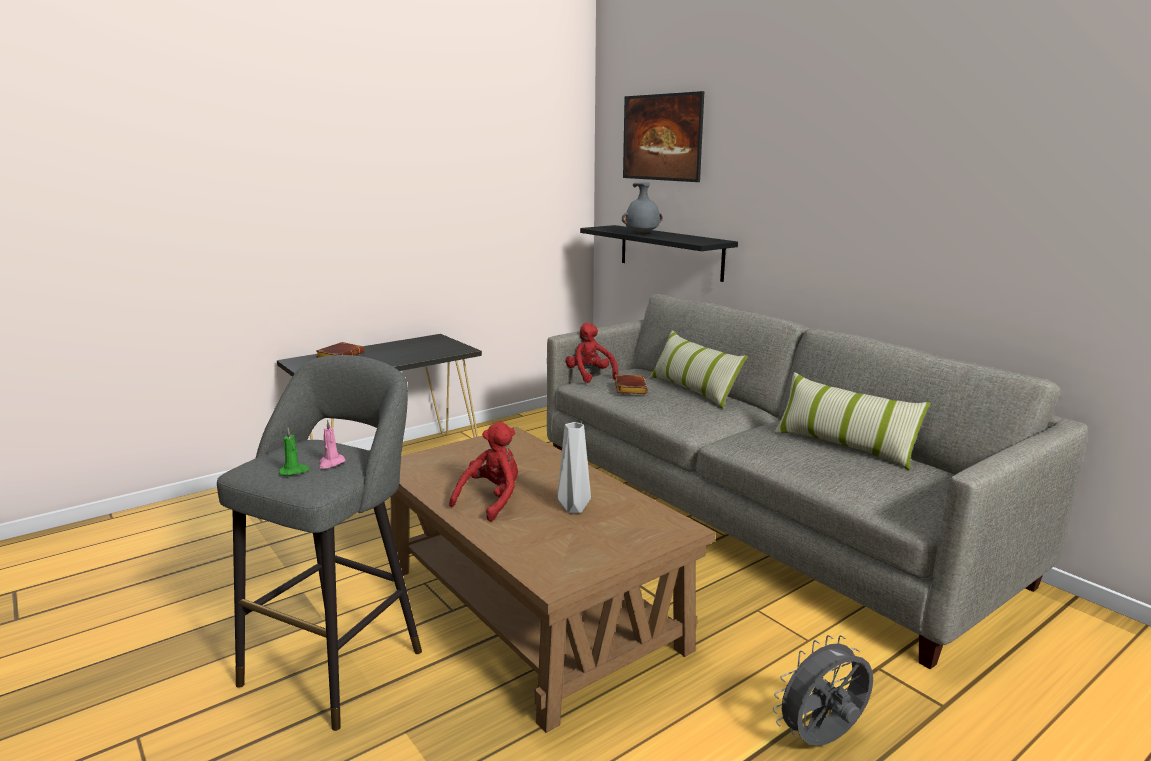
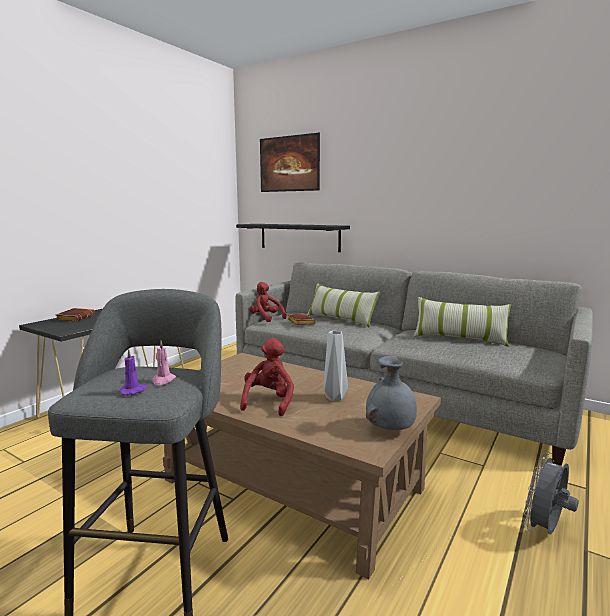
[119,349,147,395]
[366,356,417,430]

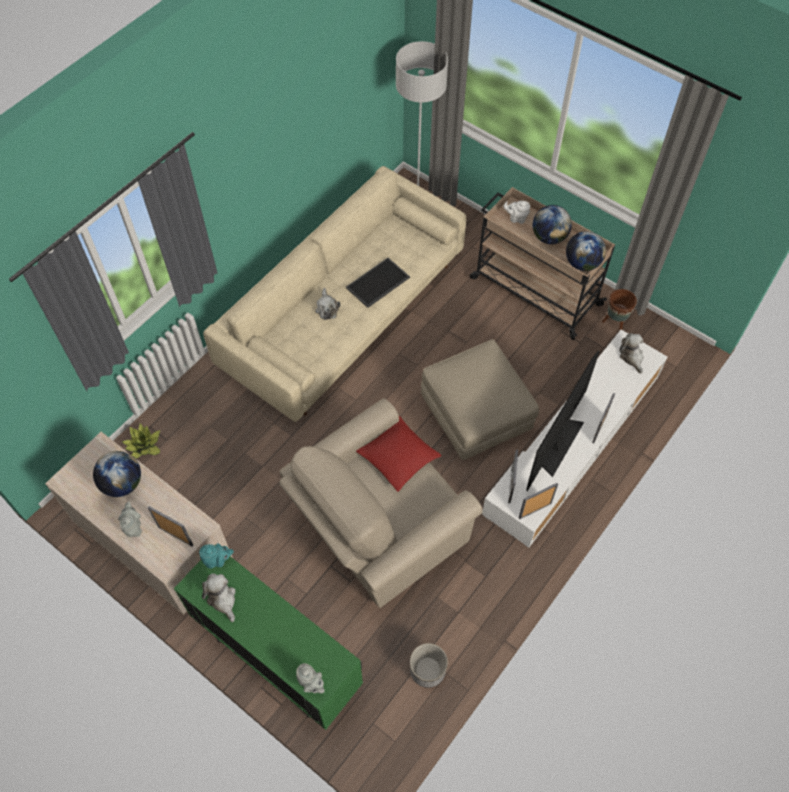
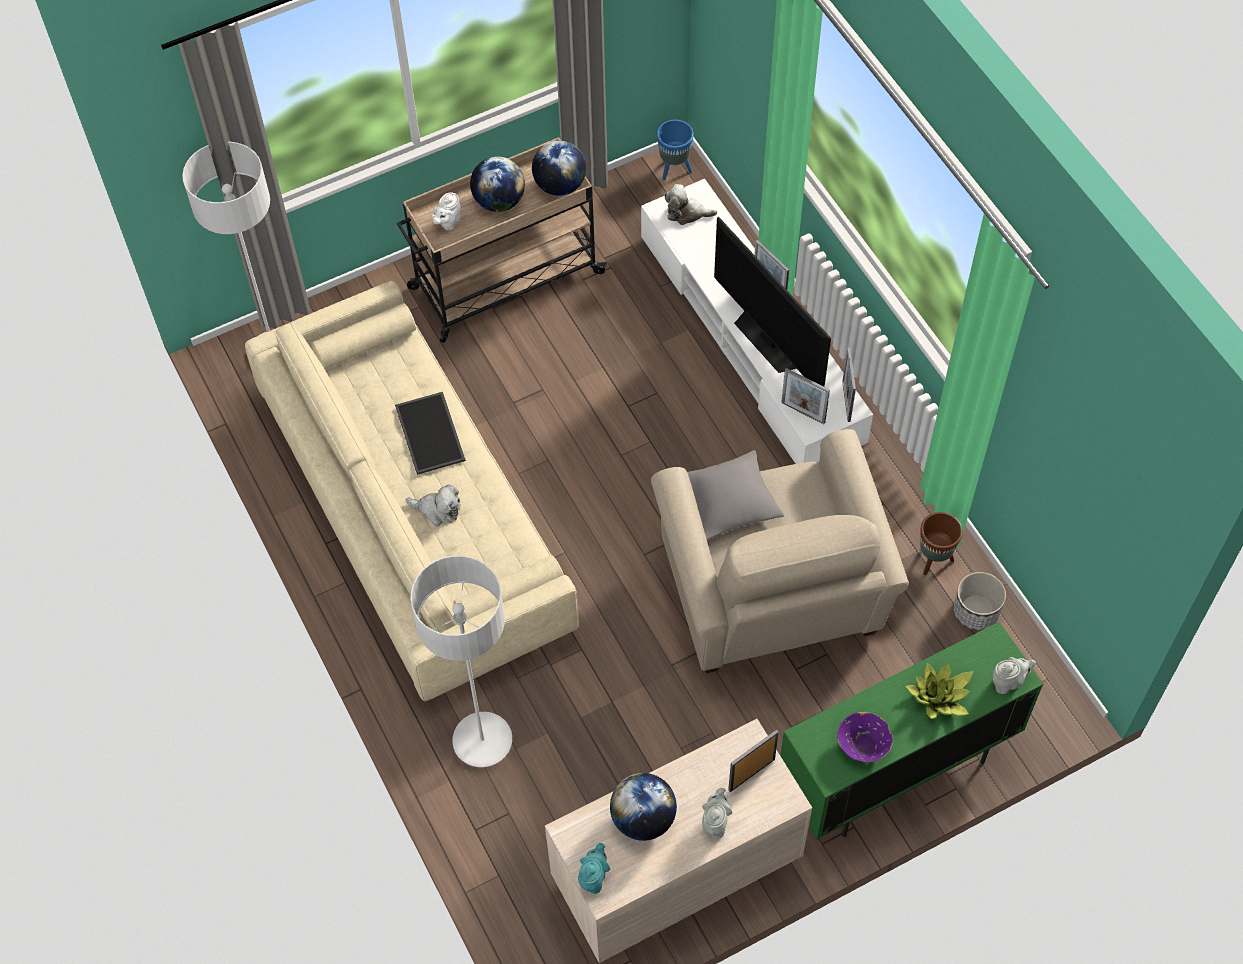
[702,788,732,838]
[906,663,974,719]
[578,843,610,894]
[837,712,893,762]
[687,450,784,540]
[421,339,539,460] (first image)
[920,512,963,575]
[410,555,512,767]
[657,120,694,180]

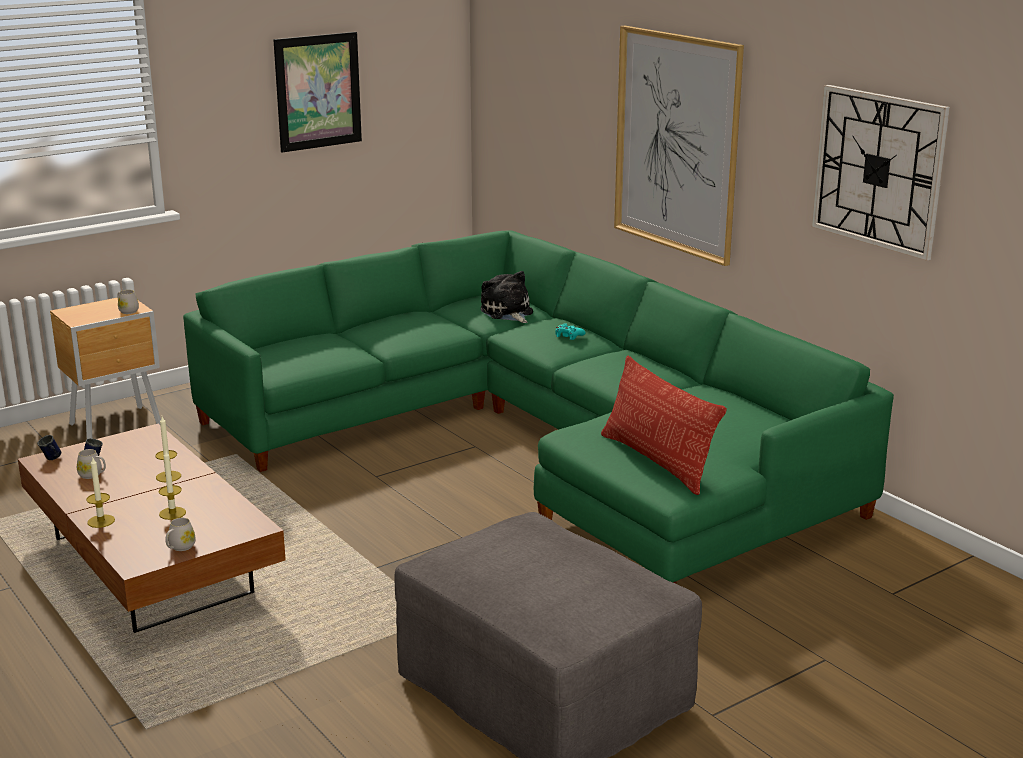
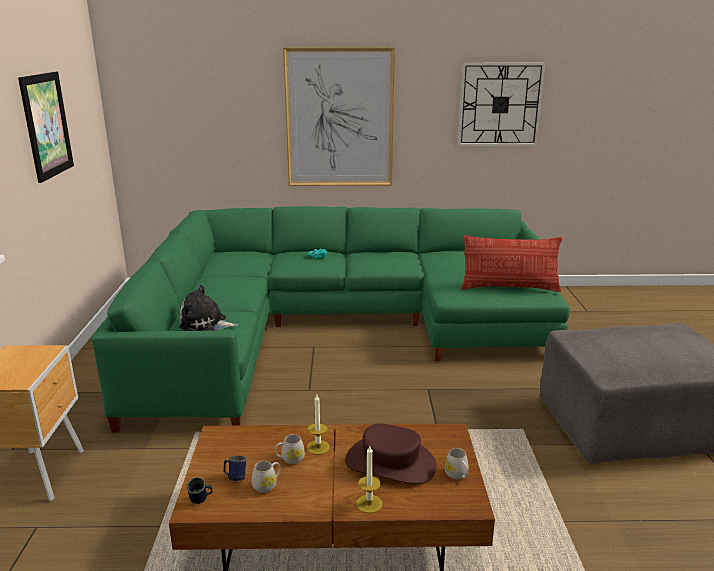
[275,434,305,464]
[345,424,437,484]
[179,285,238,331]

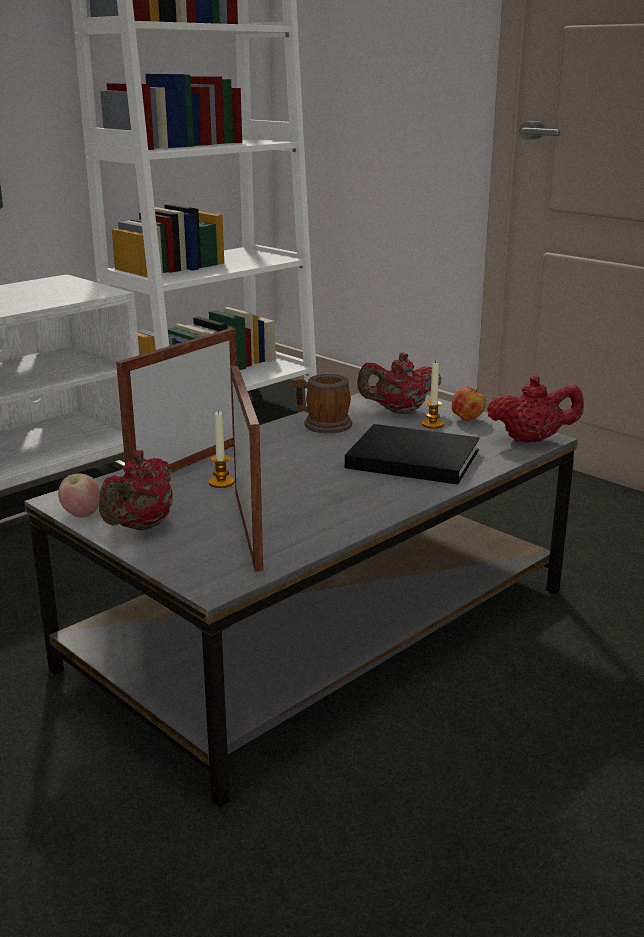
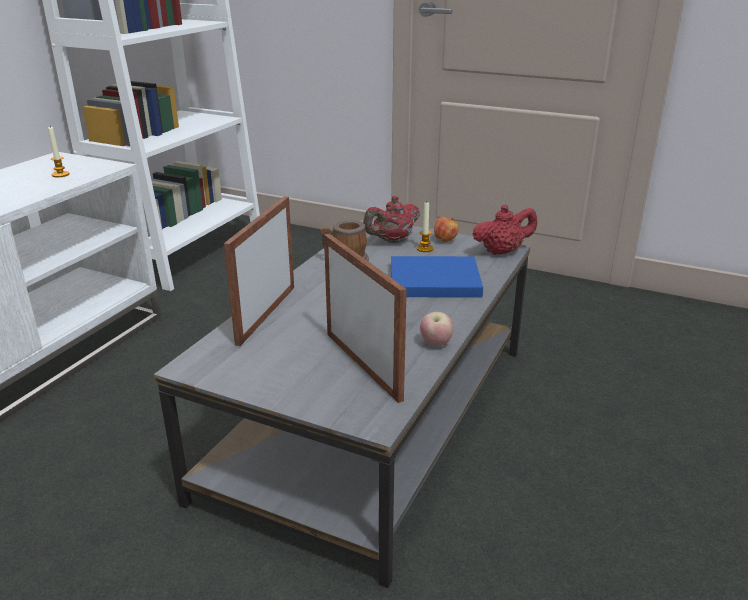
[420,312,454,346]
[99,450,173,531] (first image)
[48,126,70,177]
[391,256,483,298]

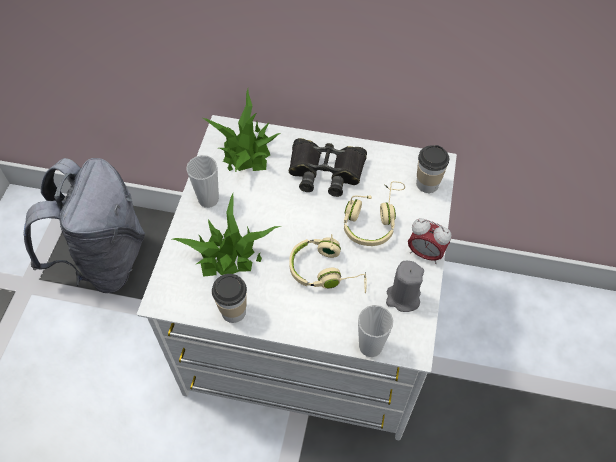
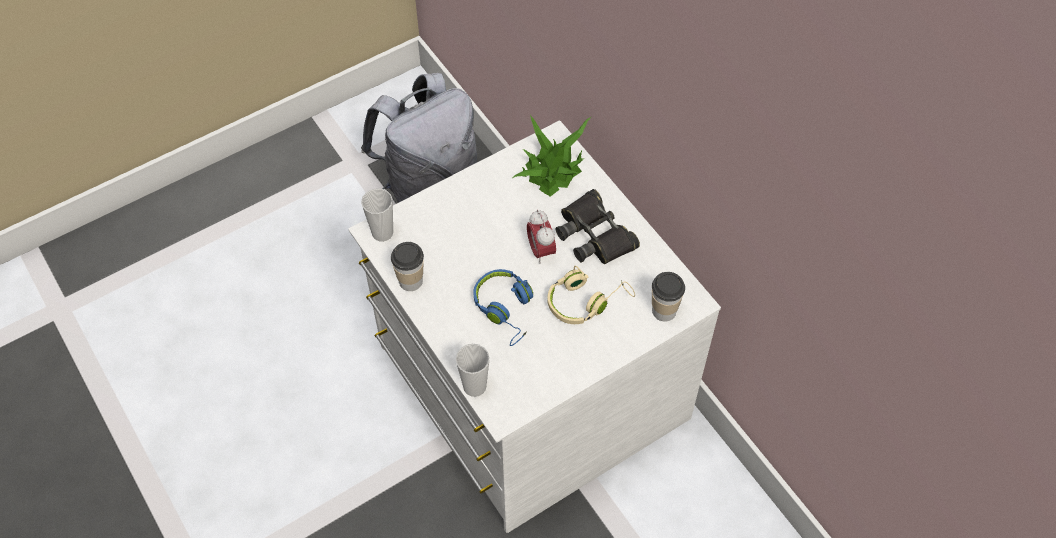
[172,193,280,277] (first image)
[361,188,393,242]
[473,269,533,346]
[386,261,424,312] (first image)
[527,210,556,264]

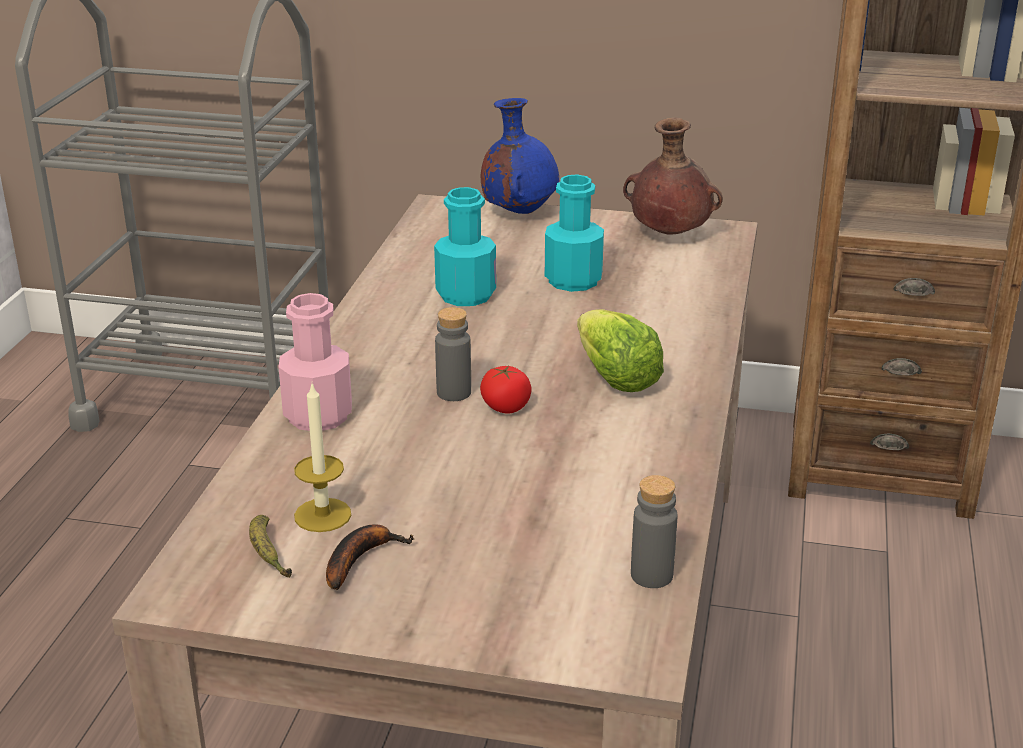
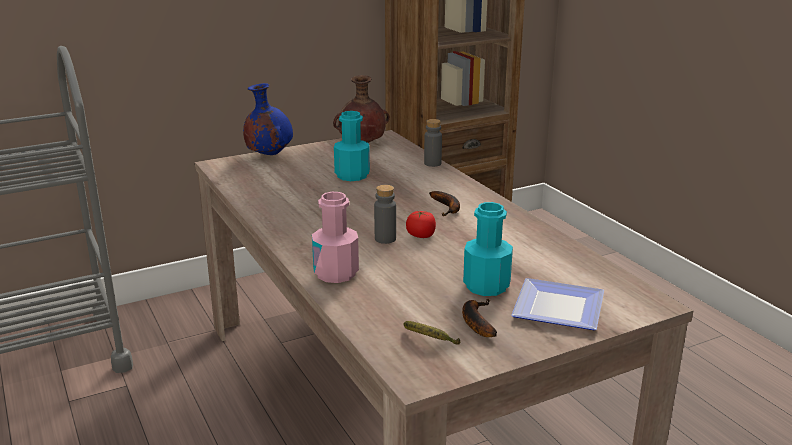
[294,384,351,532] (first image)
[463,202,513,296]
[430,191,460,216]
[424,119,442,167]
[511,278,604,330]

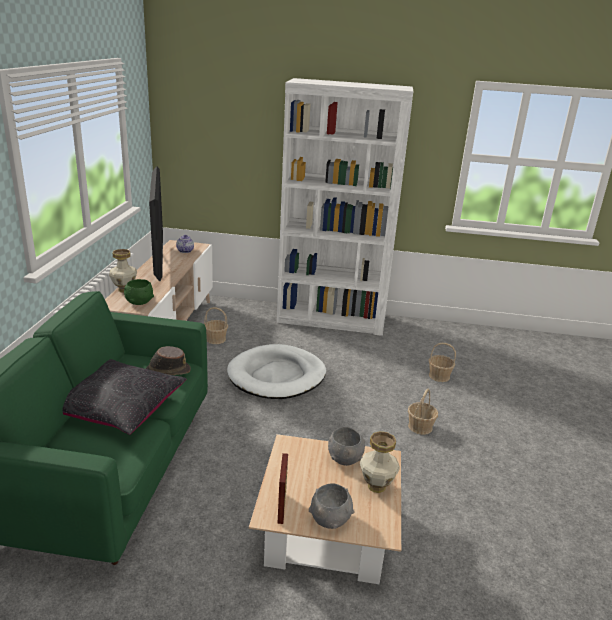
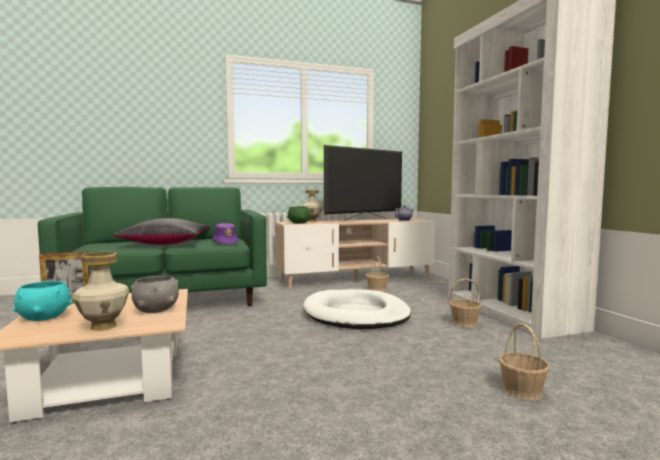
[212,223,239,245]
[13,281,73,321]
[449,278,482,327]

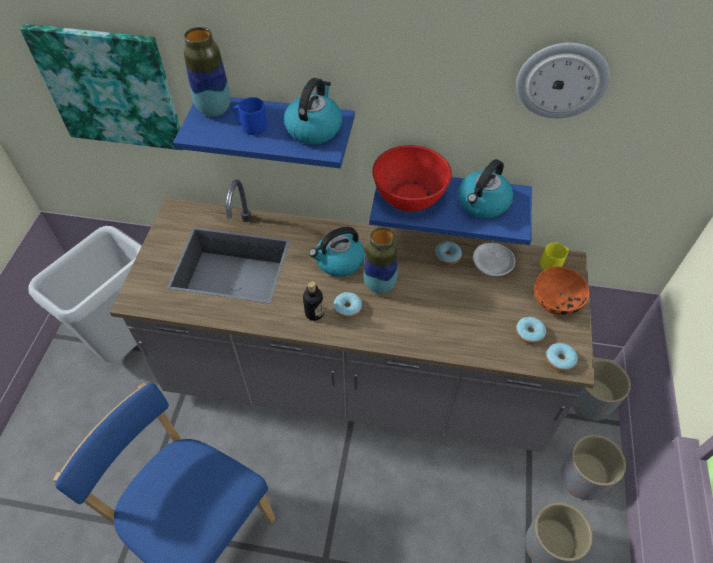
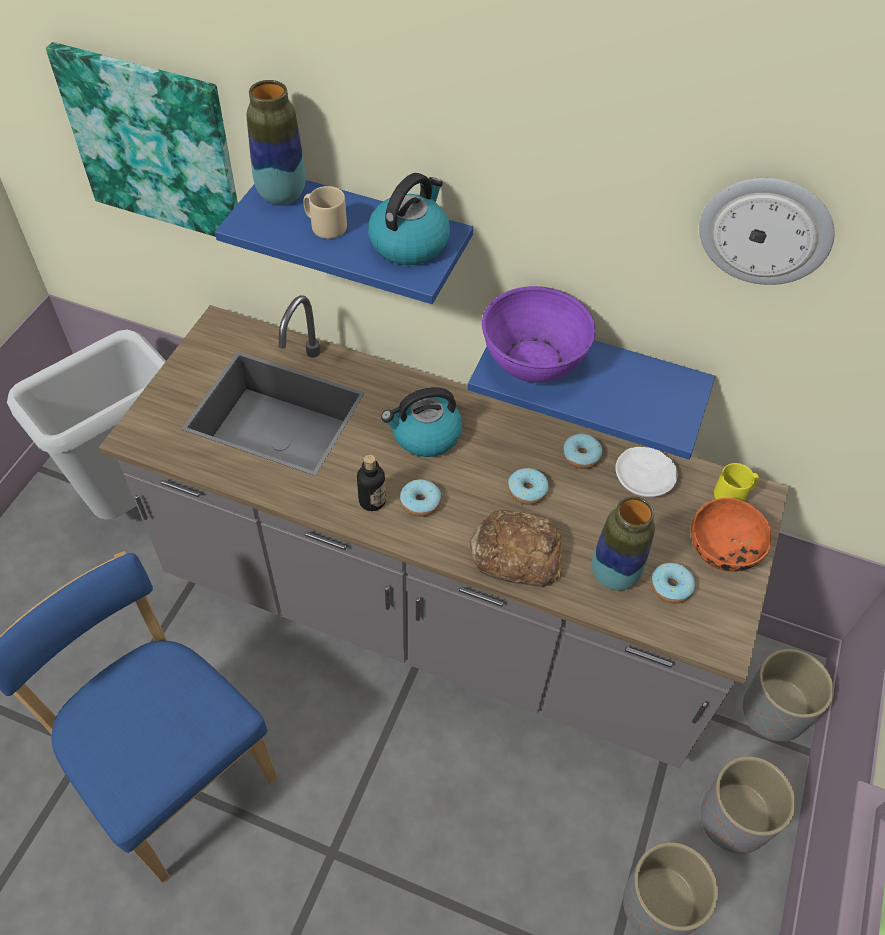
[303,186,347,239]
[592,496,655,591]
[482,286,596,383]
[458,159,513,218] (first image)
[508,468,548,505]
[470,510,564,588]

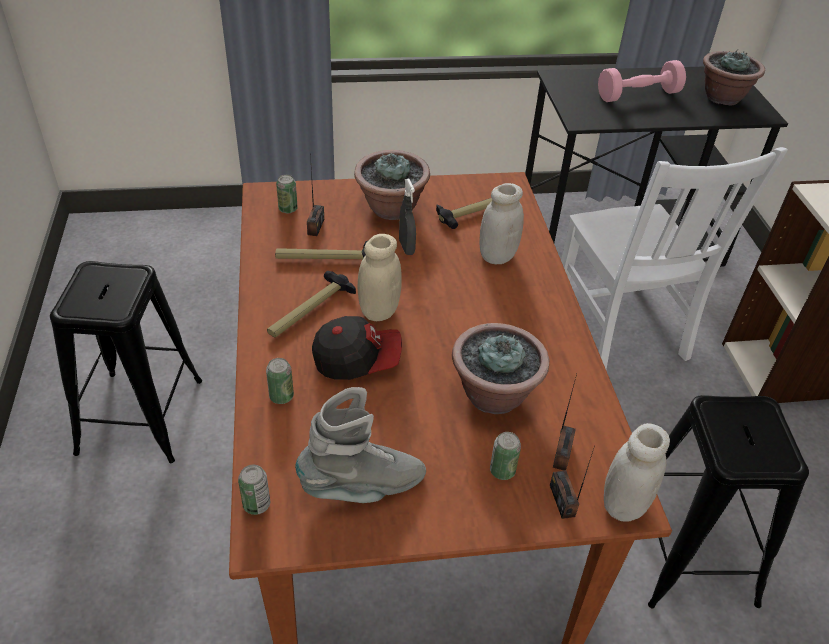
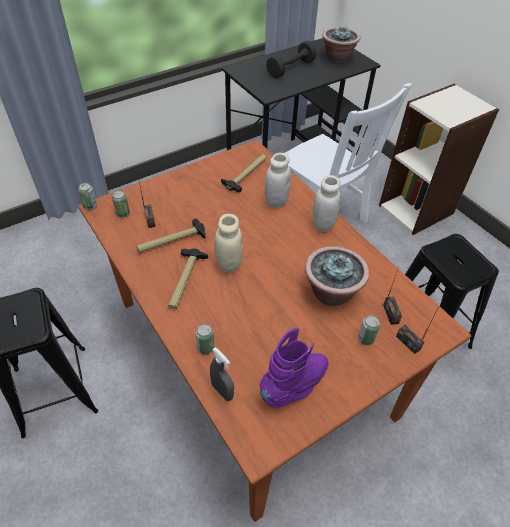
[78,183,97,210]
[259,328,328,408]
[312,316,402,380] (first image)
[354,150,430,220] (first image)
[210,347,234,401]
[266,41,317,79]
[313,175,340,232]

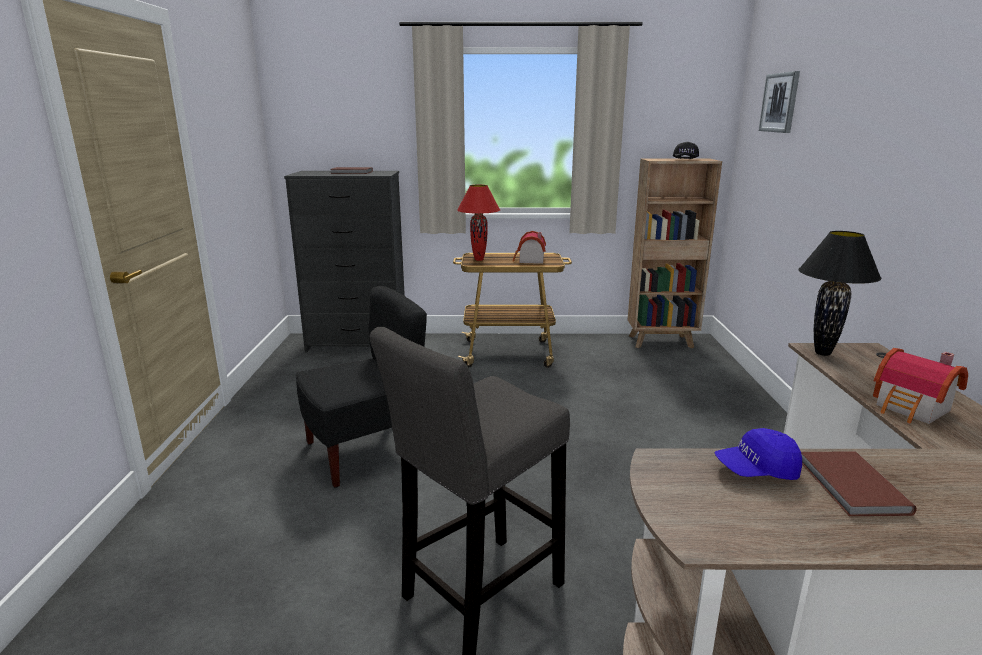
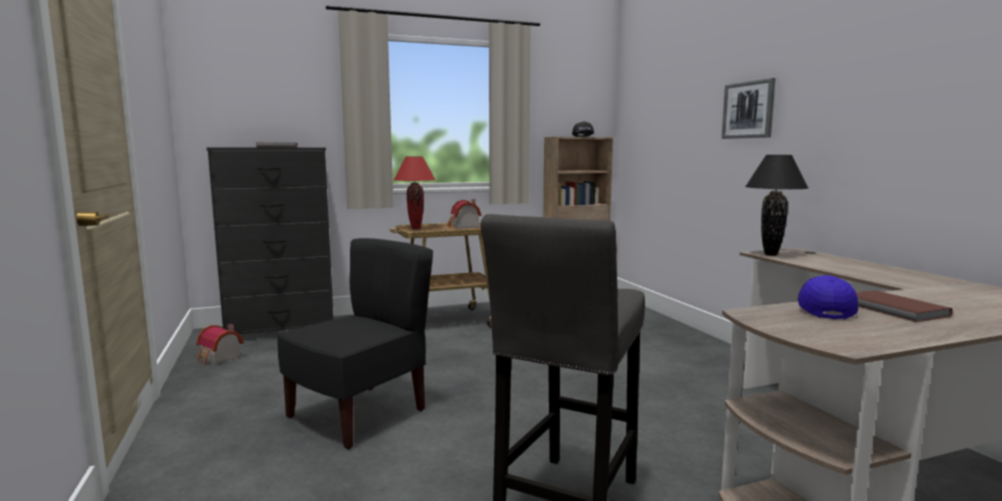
[798,275,859,319]
[722,78,775,139]
[196,324,244,366]

